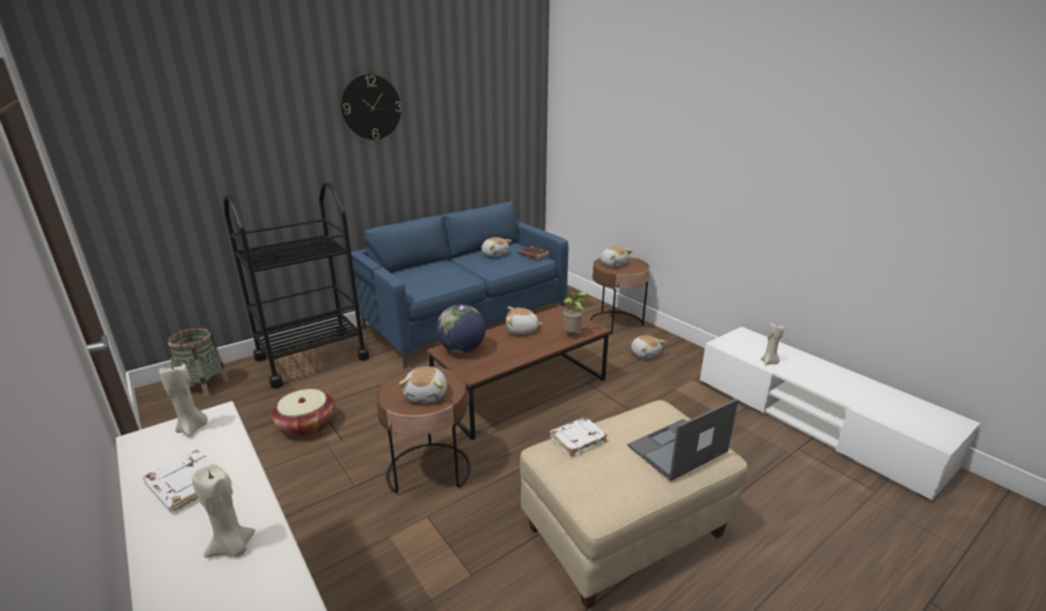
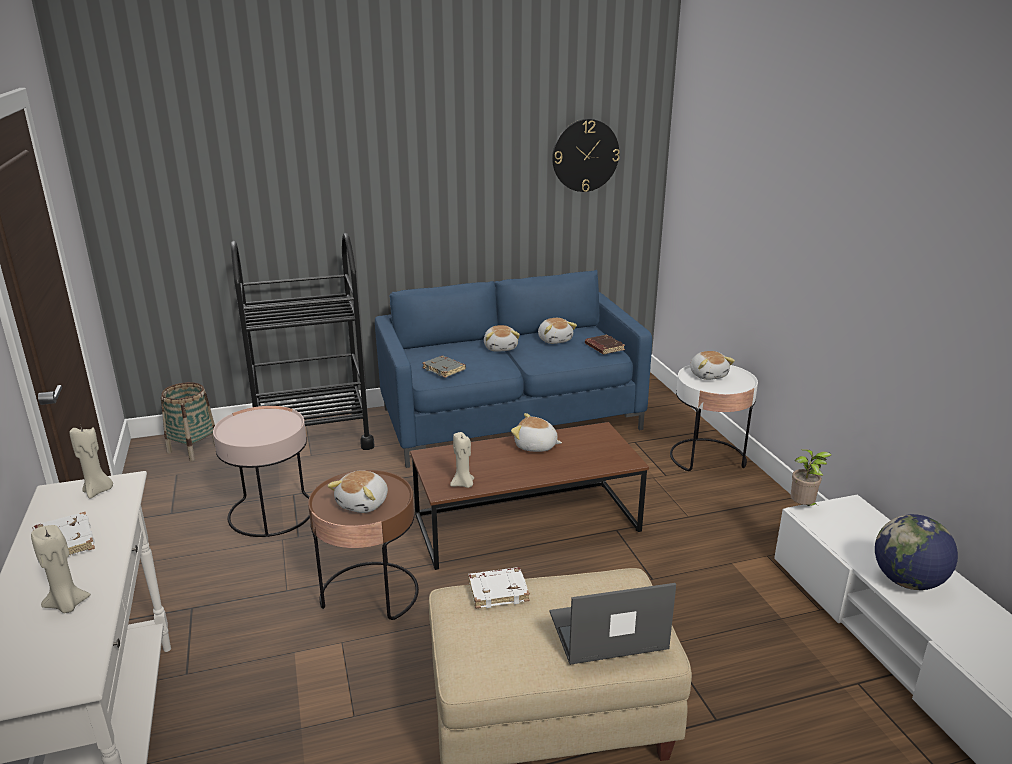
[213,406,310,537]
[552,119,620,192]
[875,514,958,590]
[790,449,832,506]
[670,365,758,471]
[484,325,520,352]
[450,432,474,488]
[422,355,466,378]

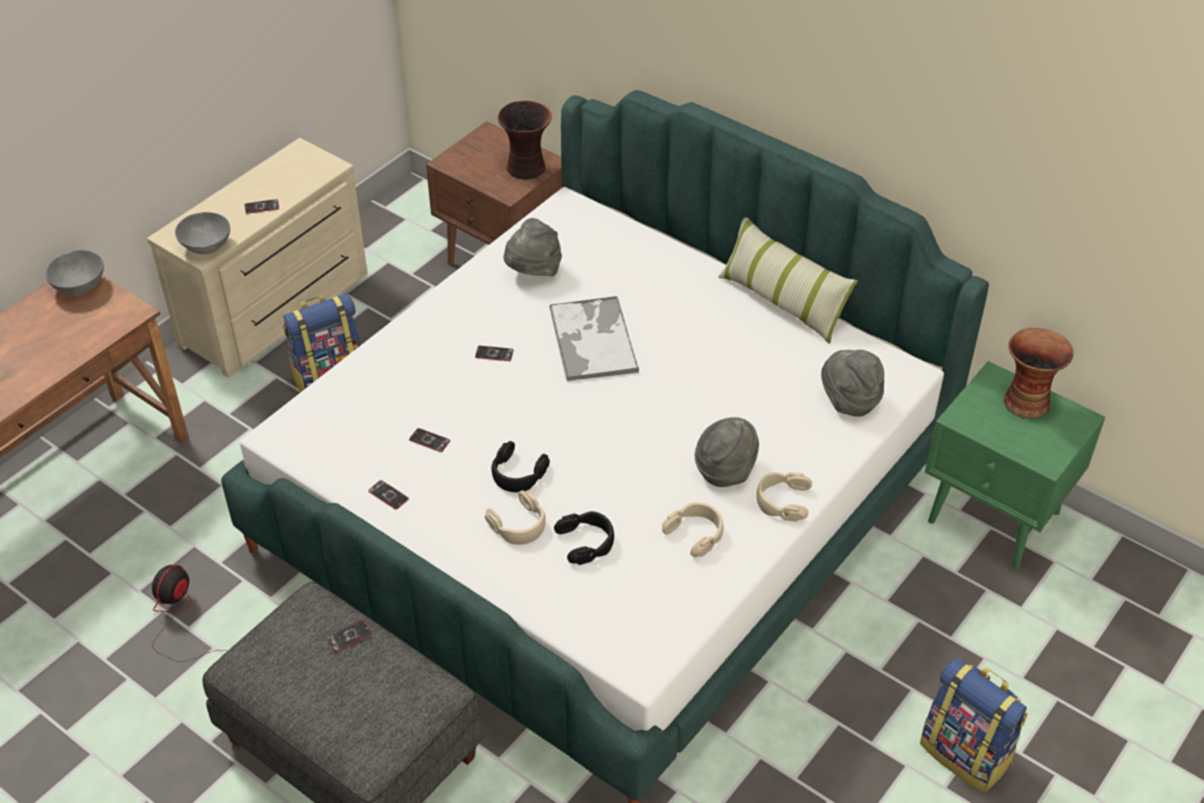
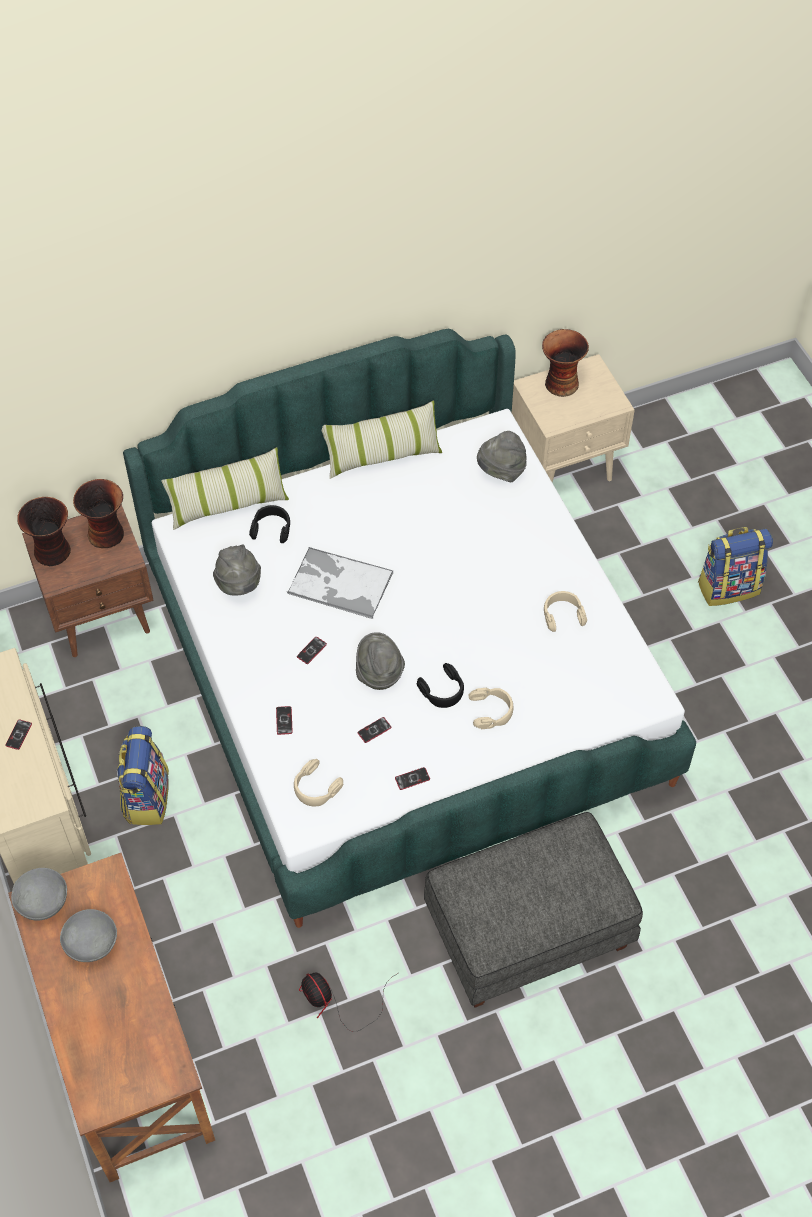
[60,909,117,962]
[276,706,293,735]
[249,505,290,543]
[356,632,405,690]
[294,759,343,806]
[512,354,635,483]
[17,497,71,566]
[161,447,289,530]

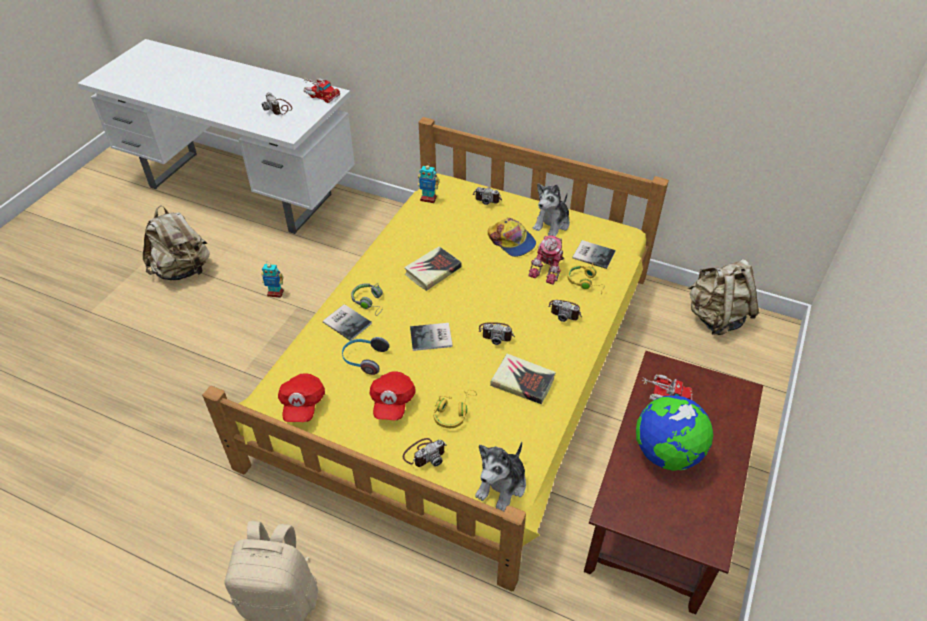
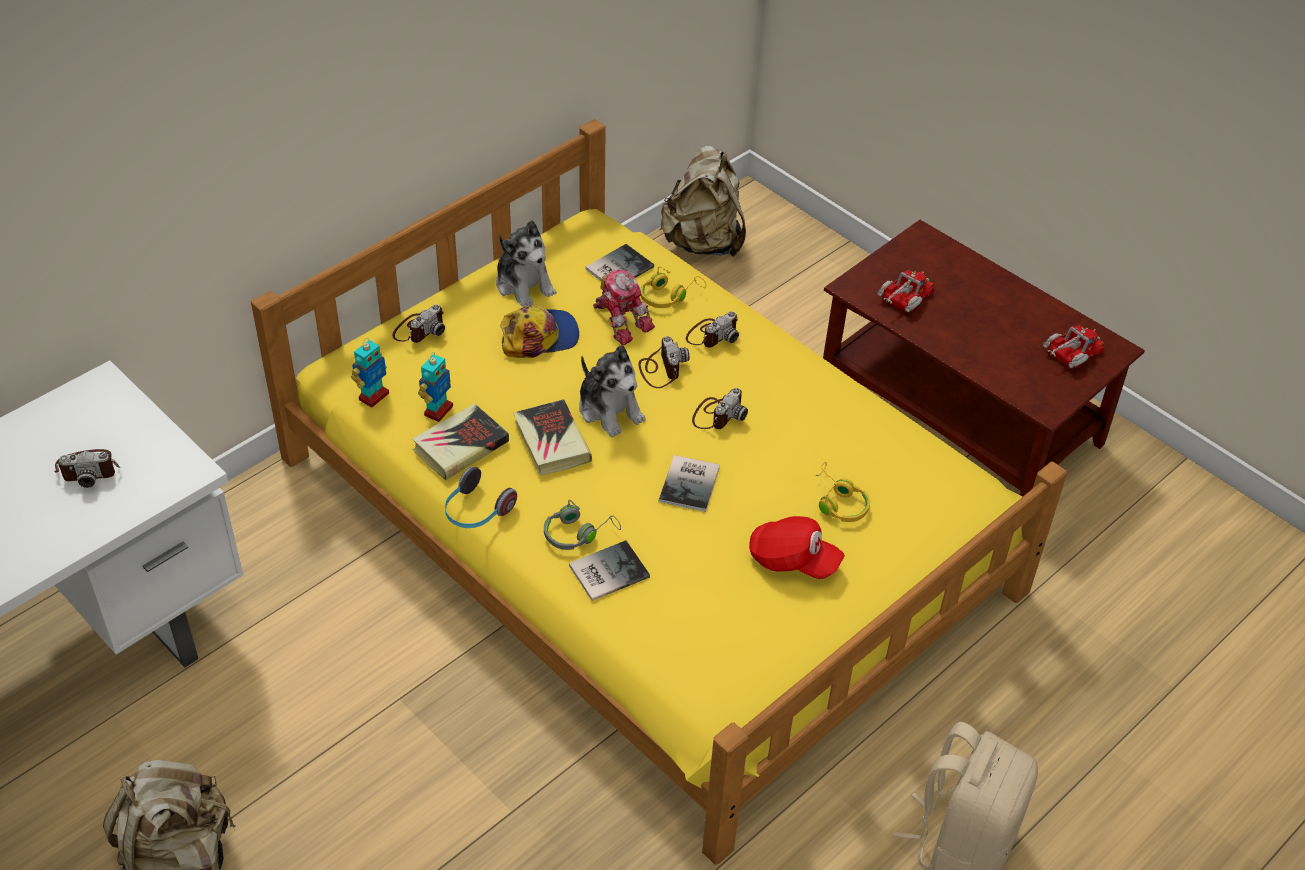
[418,352,453,422]
[278,373,325,422] (first image)
[1043,325,1104,368]
[445,466,517,528]
[638,336,689,388]
[579,345,646,437]
[412,403,509,480]
[636,395,713,471] (first image)

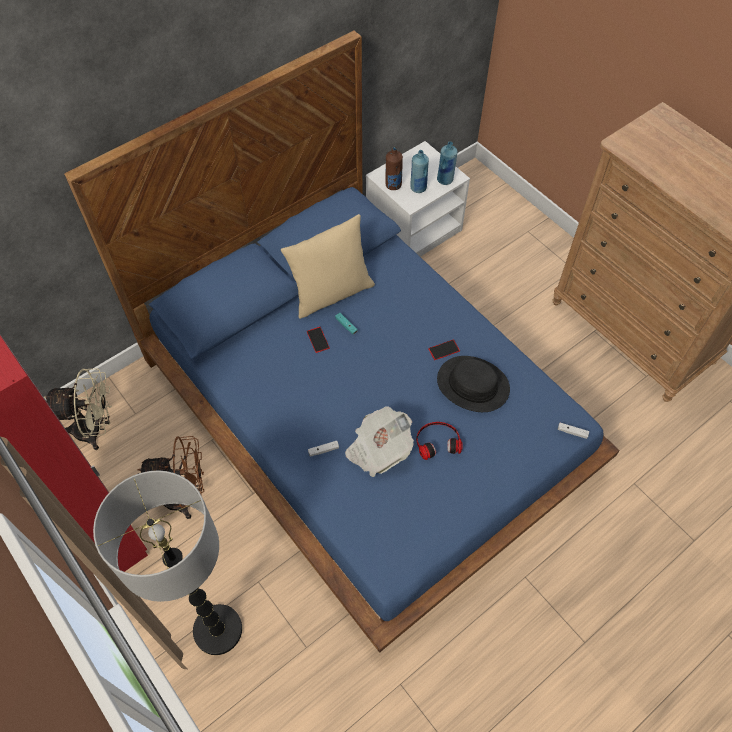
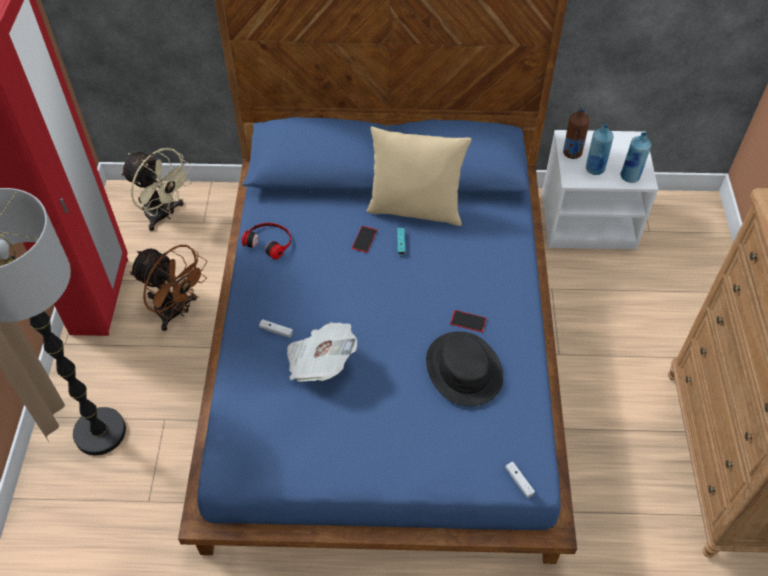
[242,223,291,259]

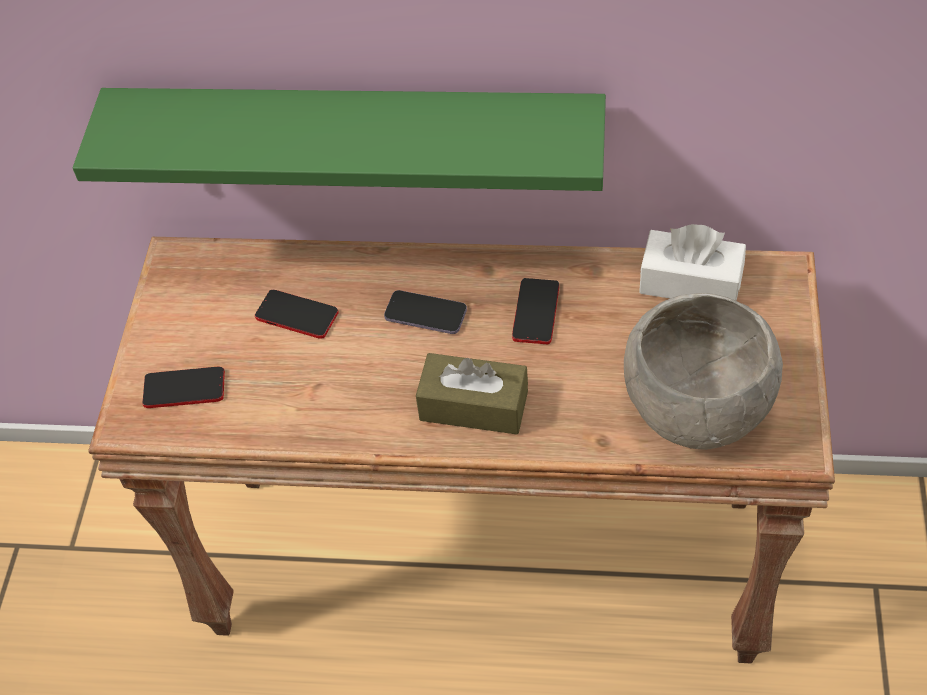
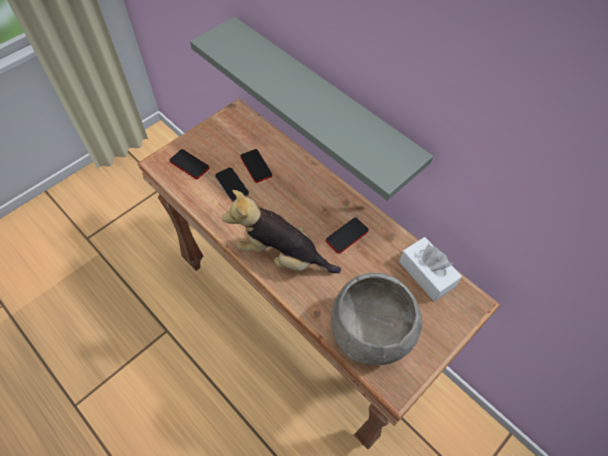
[190,17,433,201]
[215,168,249,202]
[222,190,341,273]

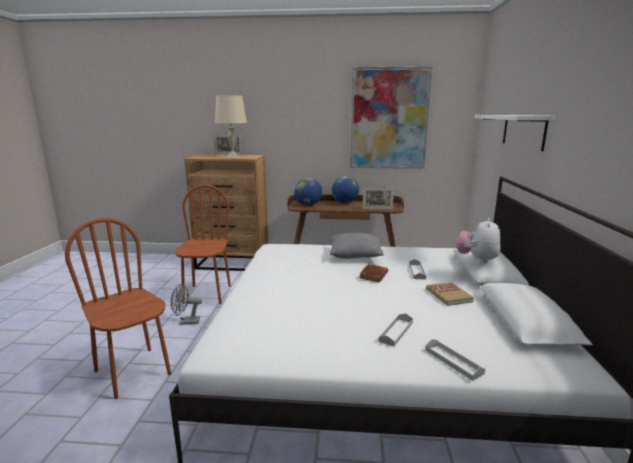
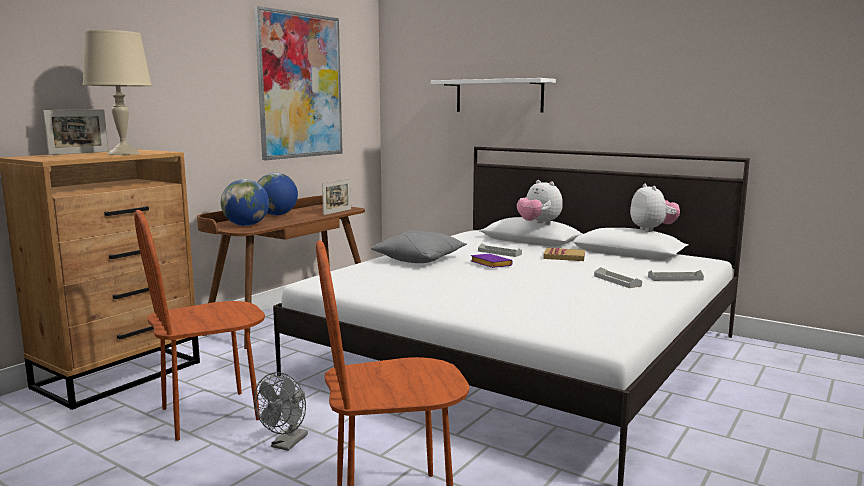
[134,210,265,441]
[471,254,513,268]
[630,184,680,232]

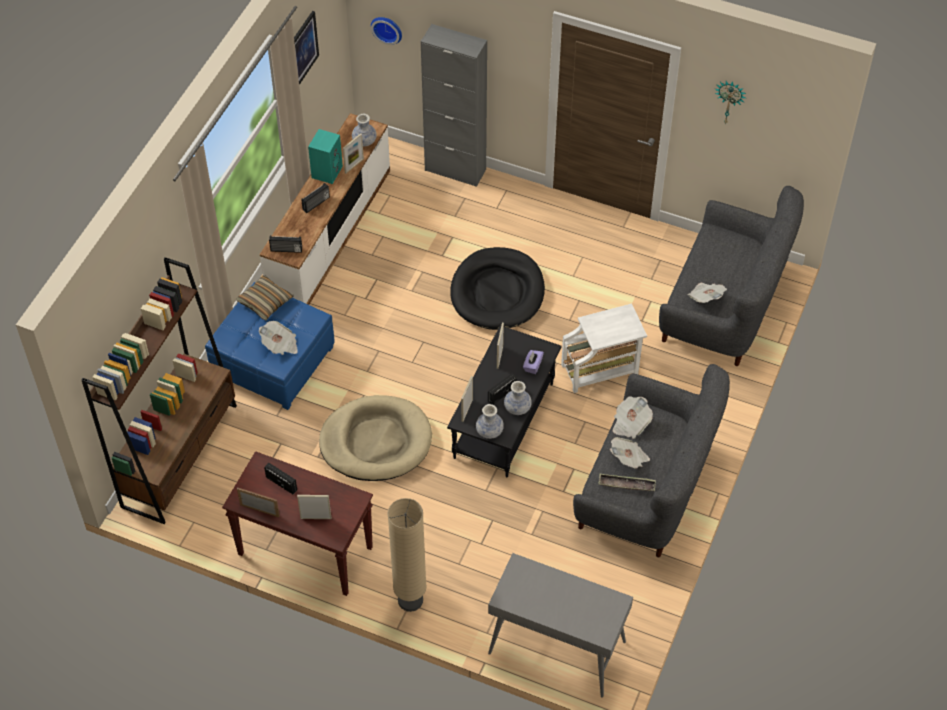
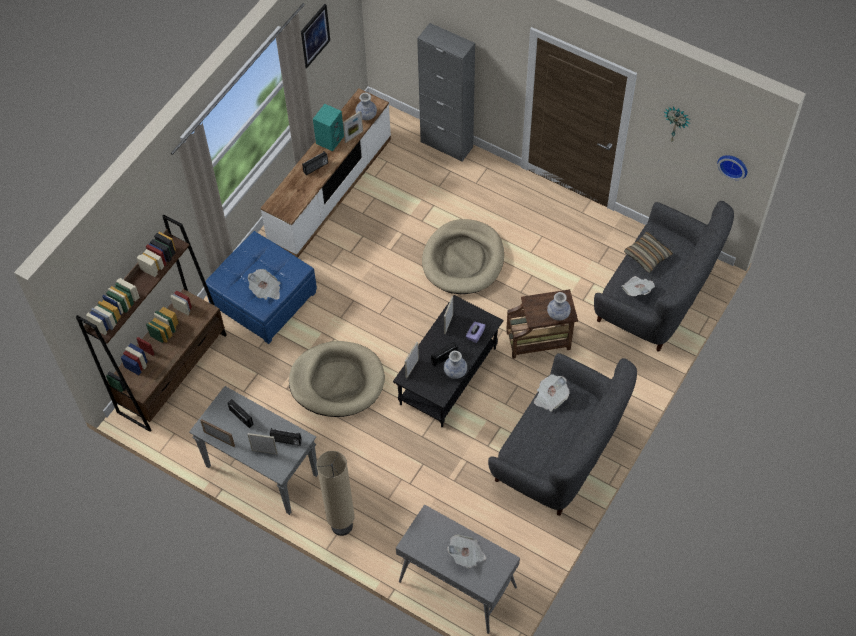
[189,386,318,515]
[624,232,673,273]
[270,428,302,446]
[717,155,747,180]
[422,219,504,294]
[547,292,571,321]
[506,289,578,359]
[598,474,656,491] (first image)
[447,534,486,568]

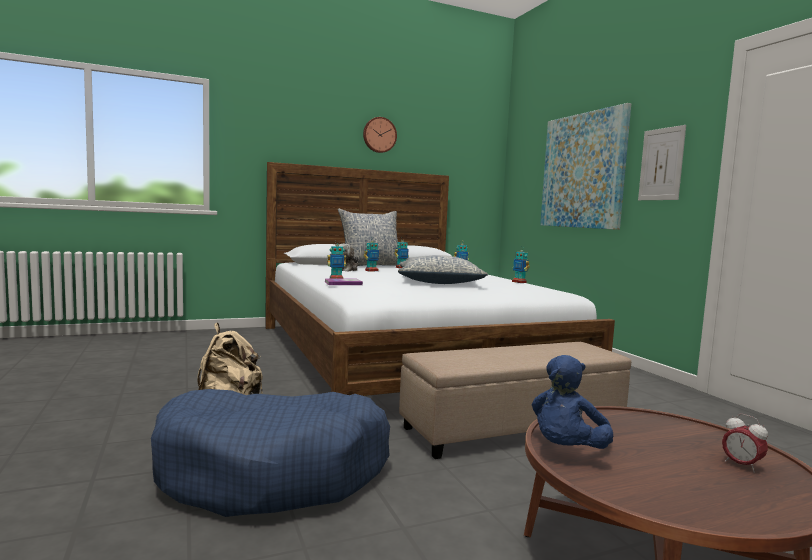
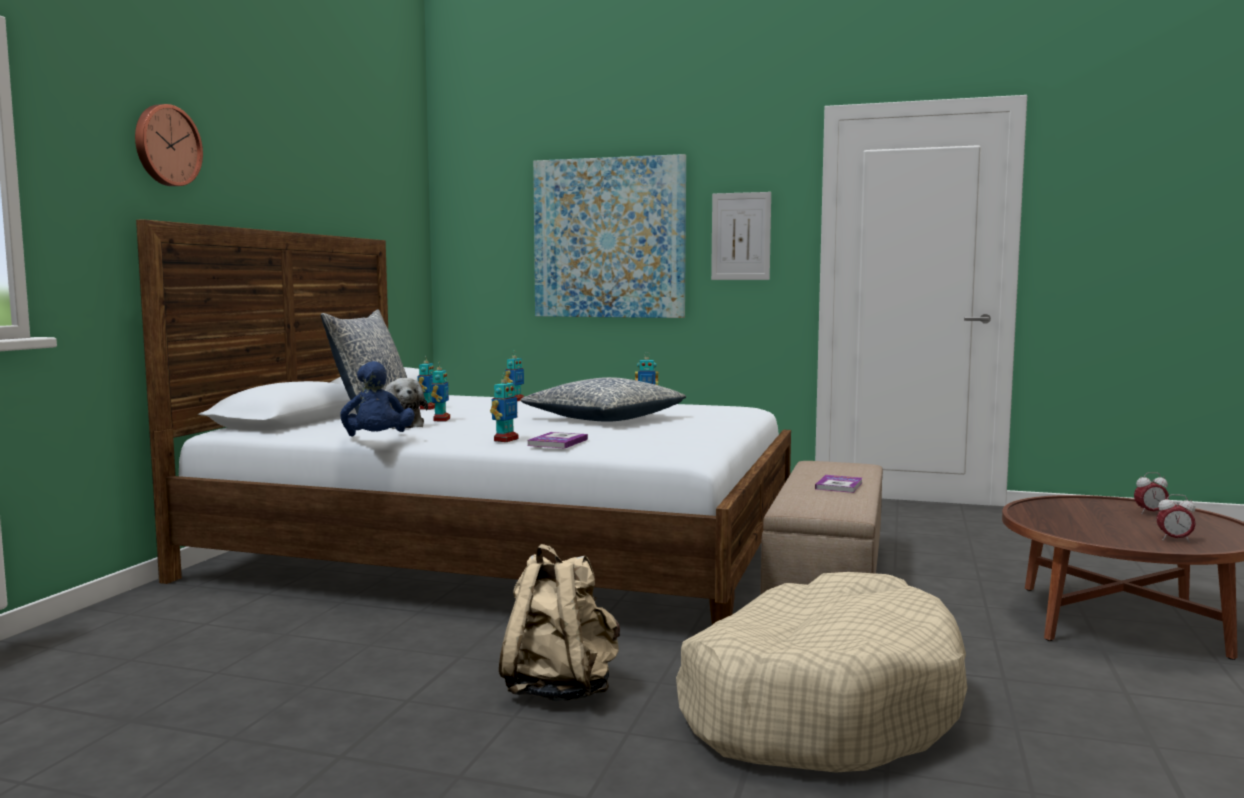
[676,572,967,773]
[135,104,203,186]
[340,361,415,437]
[815,475,862,493]
[1156,494,1196,542]

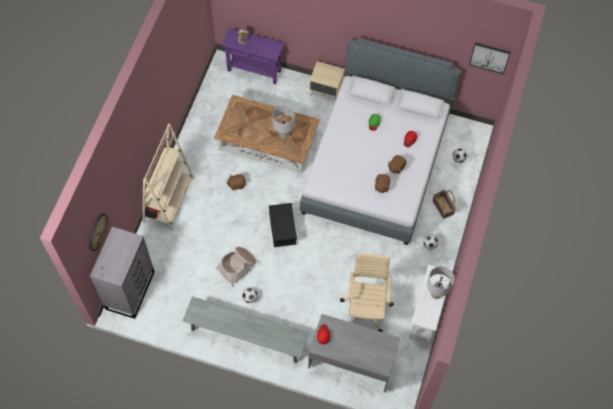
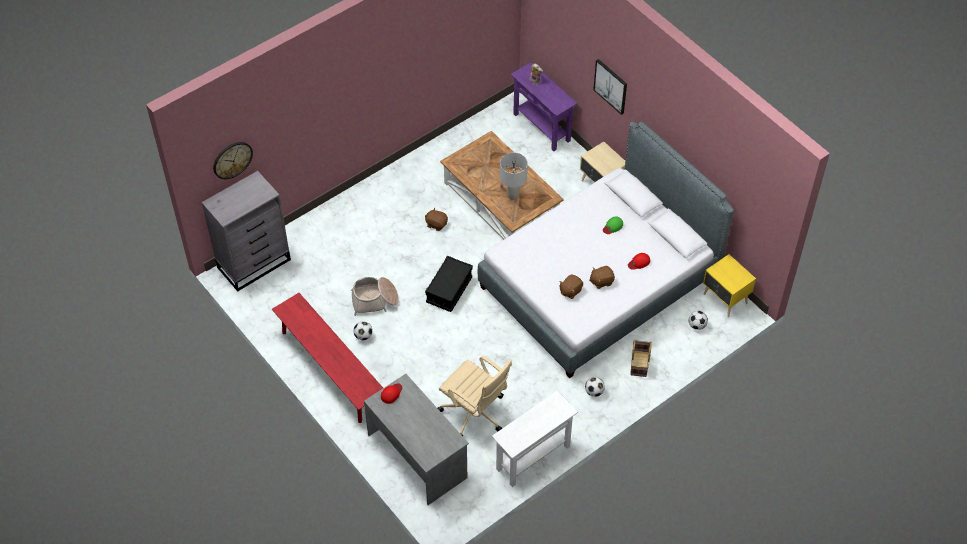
[142,123,194,230] (first image)
[272,293,383,423]
[438,356,512,436]
[427,266,454,299] (first image)
[593,59,627,115]
[703,254,756,317]

